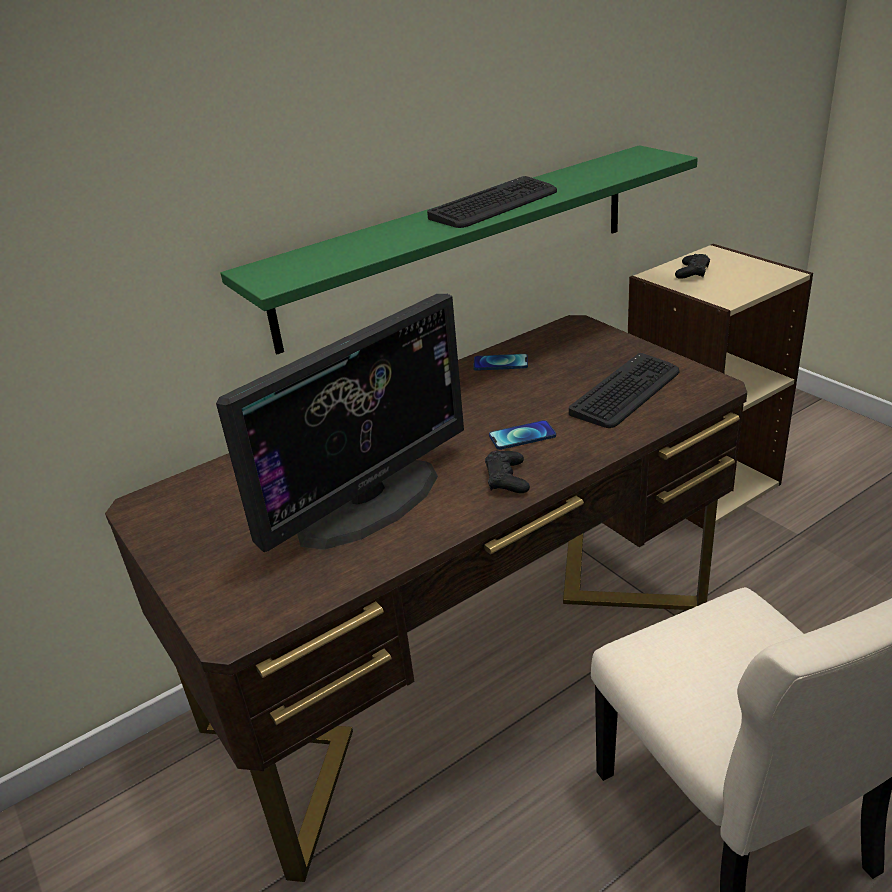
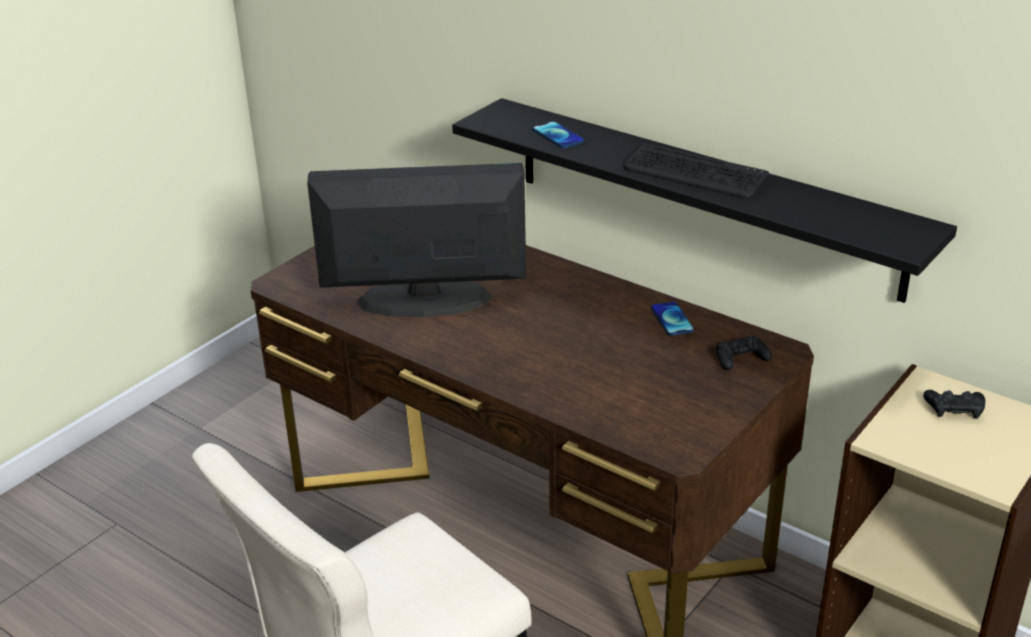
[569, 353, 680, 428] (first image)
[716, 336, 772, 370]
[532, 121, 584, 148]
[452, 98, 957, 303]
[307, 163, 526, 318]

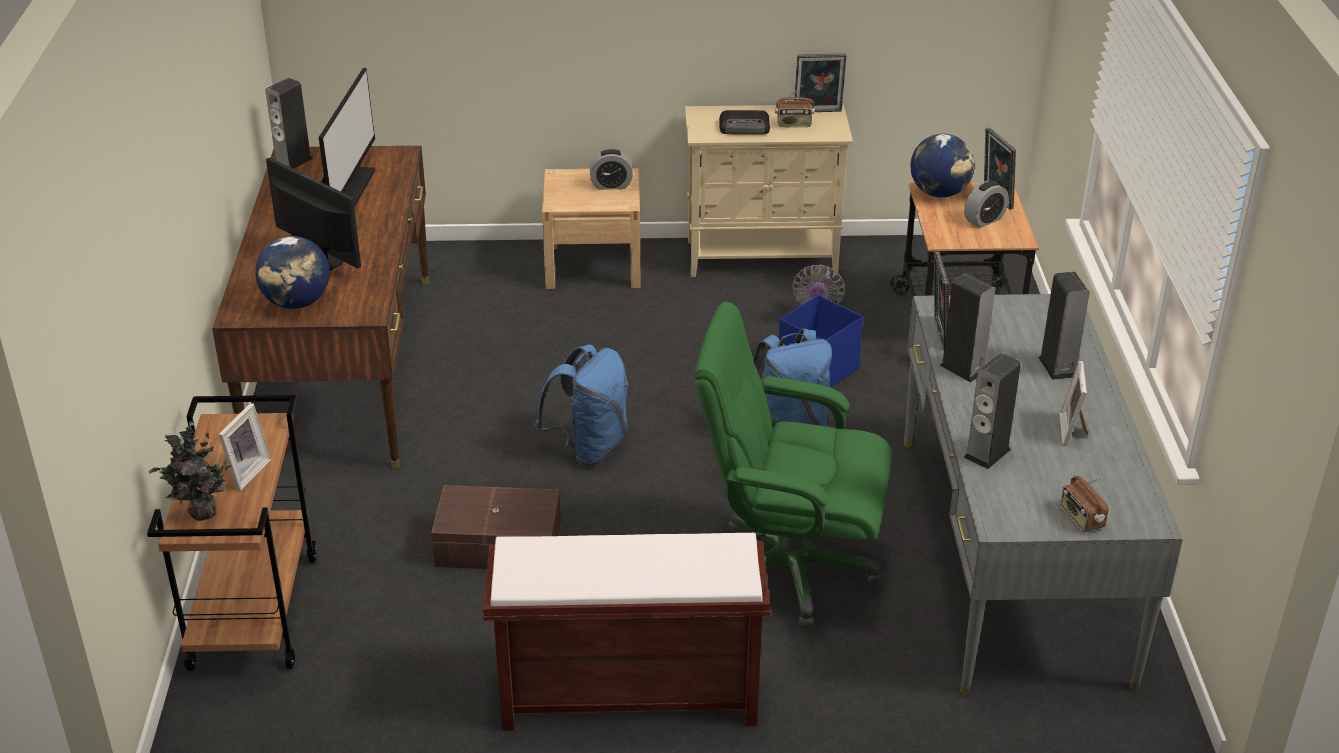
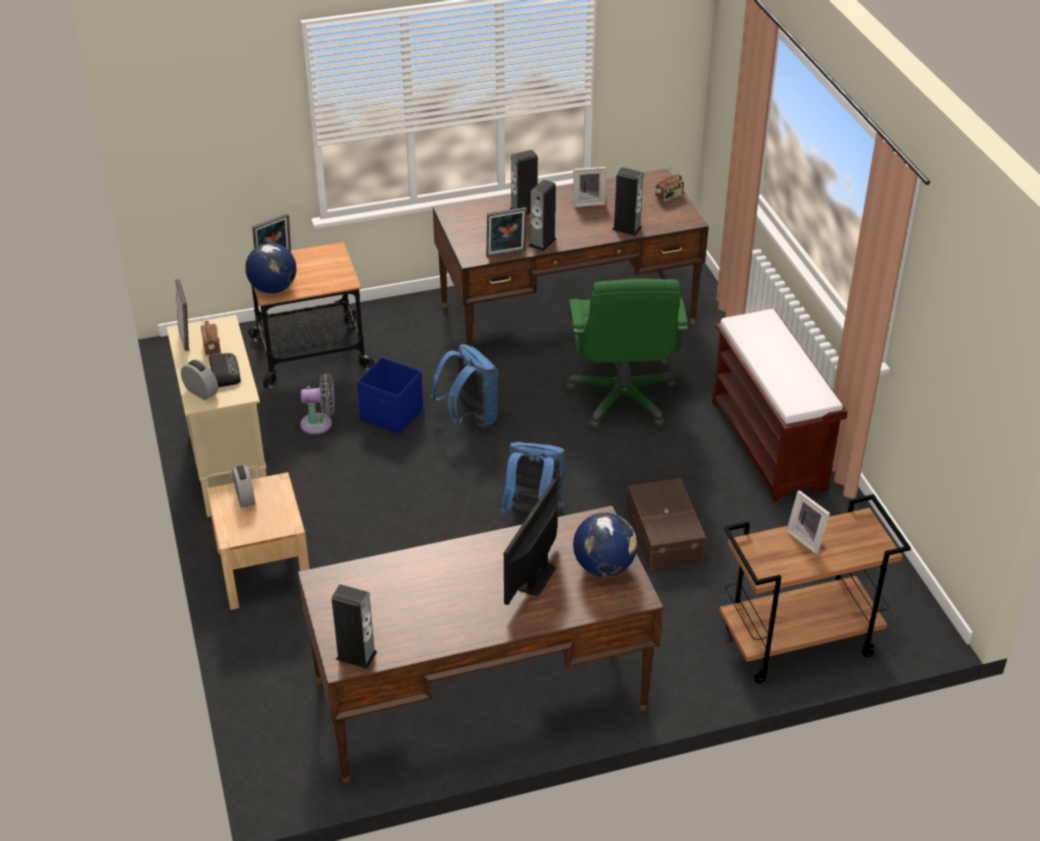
[149, 421, 232, 521] (first image)
[319, 68, 376, 207] (first image)
[181, 359, 218, 400]
[433, 169, 709, 347]
[786, 490, 830, 554]

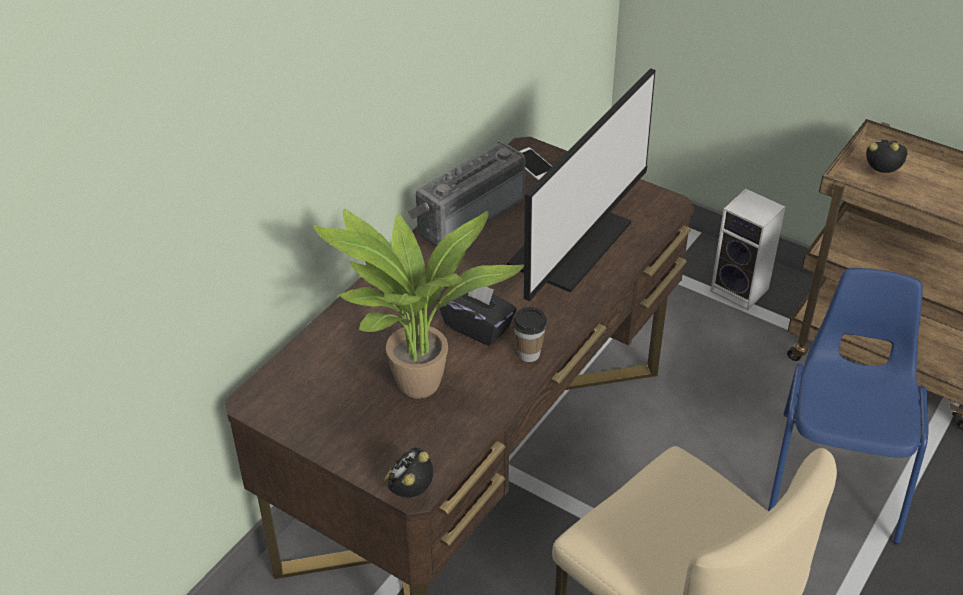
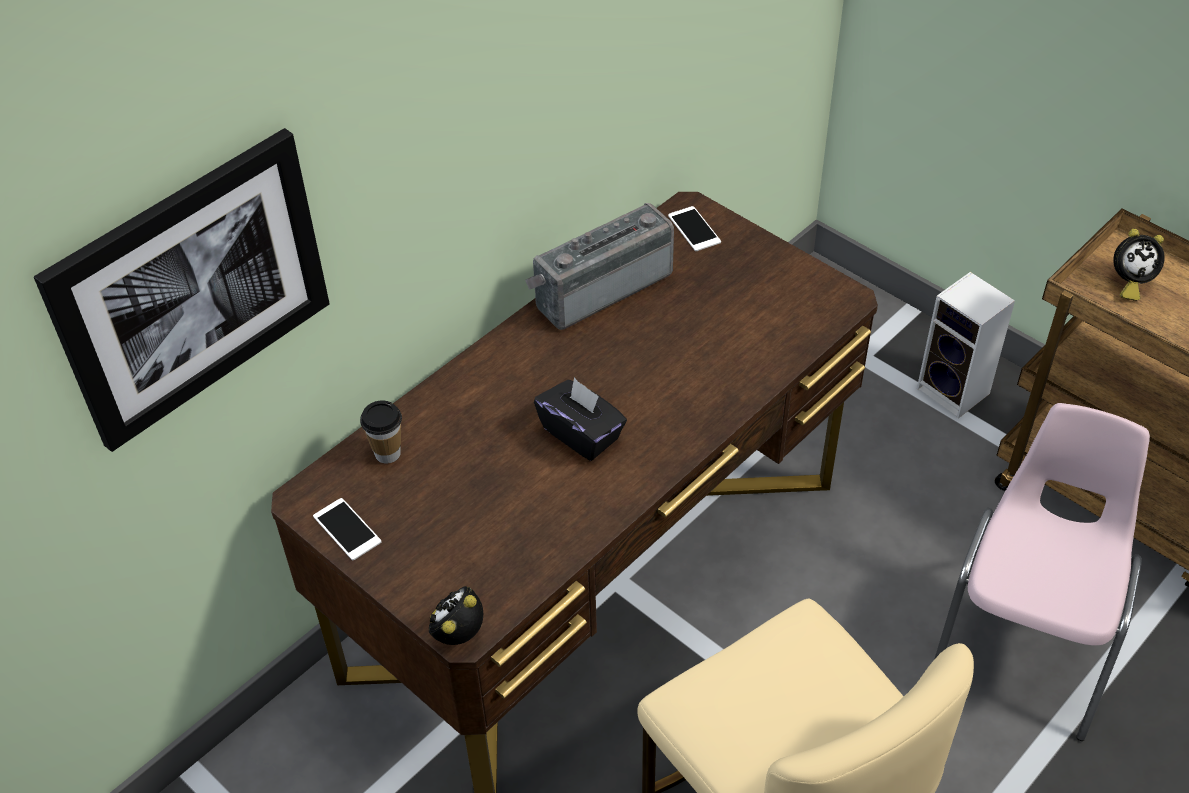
[313, 209, 524, 399] (first image)
[507, 68, 655, 301] (first image)
[34, 128, 330, 452]
[313, 498, 381, 560]
[360, 401, 402, 464]
[934, 403, 1150, 741]
[1113, 229, 1165, 301]

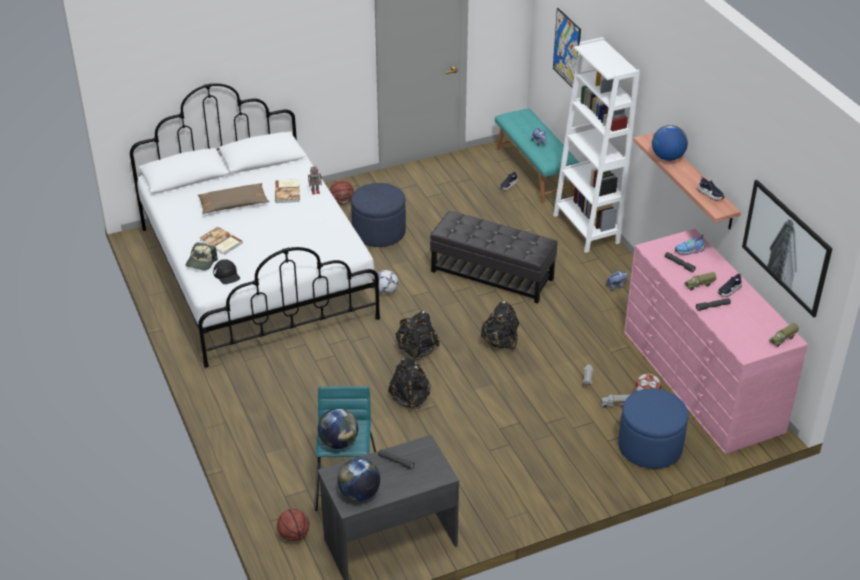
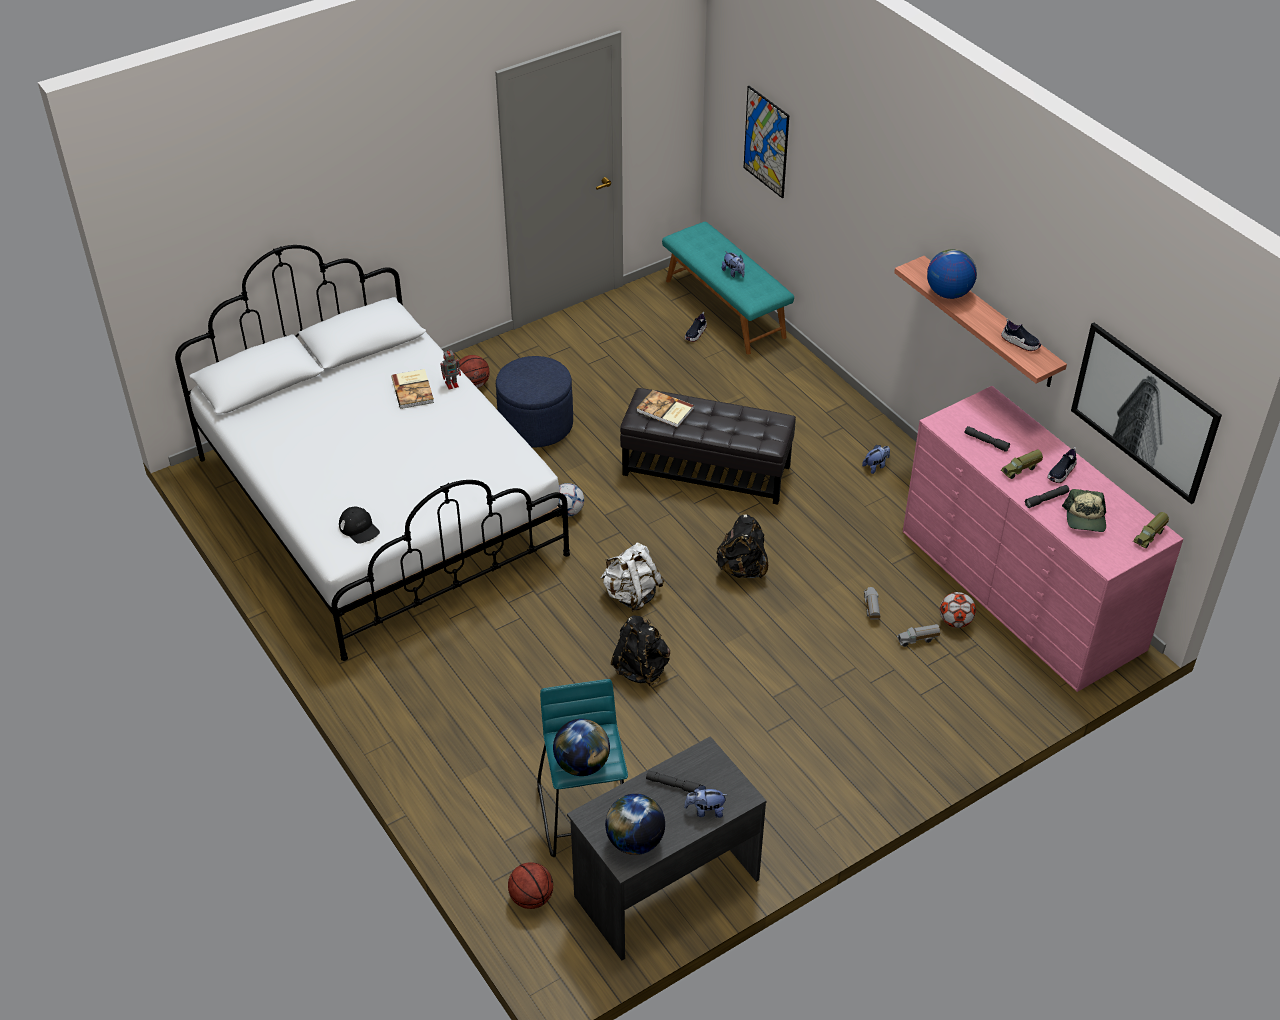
[198, 183, 270, 214] (first image)
[553, 37, 640, 253] (first image)
[618, 389, 689, 469] (first image)
[675, 235, 705, 255] (first image)
[684, 785, 727, 818]
[1062, 489, 1106, 532]
[636, 390, 694, 428]
[601, 543, 664, 611]

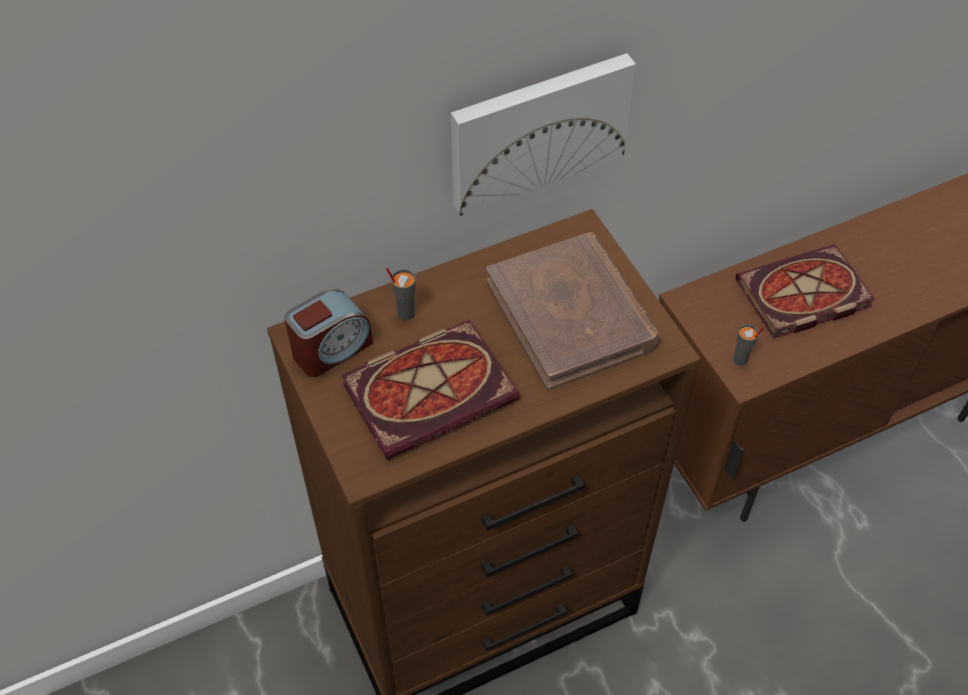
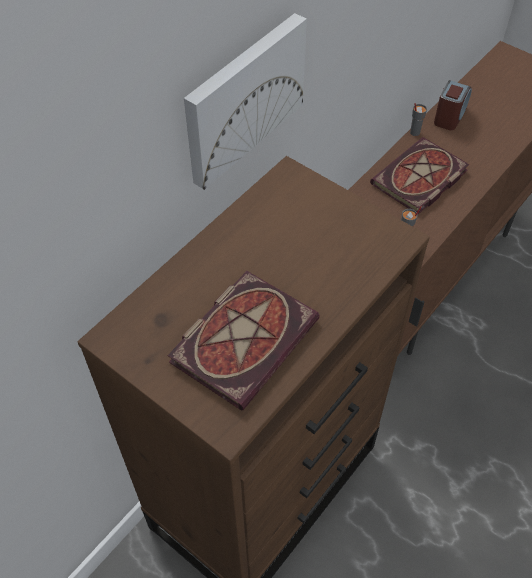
[486, 232, 661, 390] (first image)
[434, 80, 472, 130]
[410, 103, 427, 136]

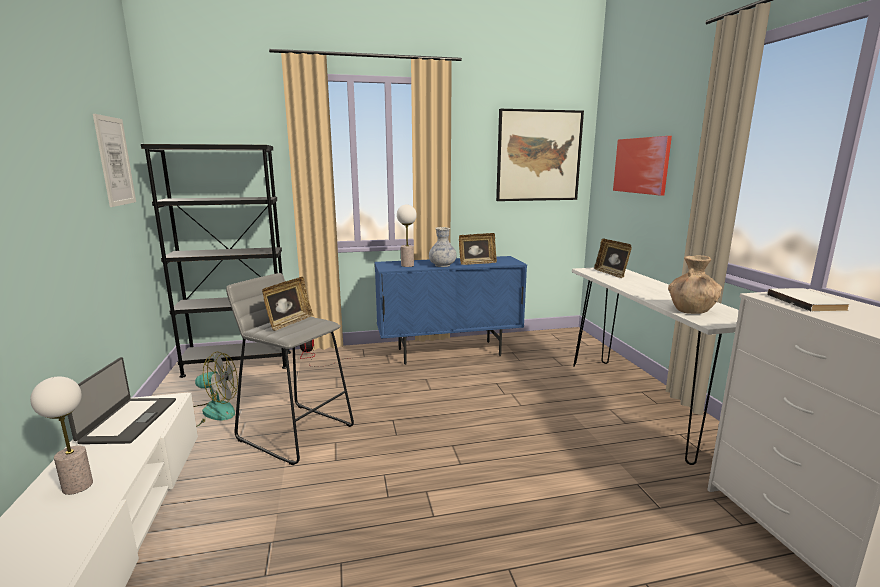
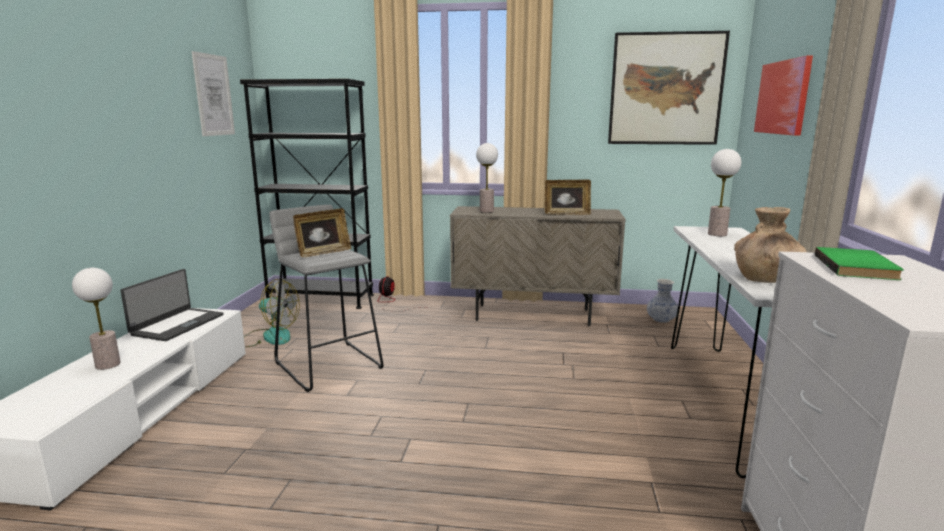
[647, 279, 678, 323]
[708, 149, 741, 236]
[450, 206, 626, 326]
[815, 247, 904, 280]

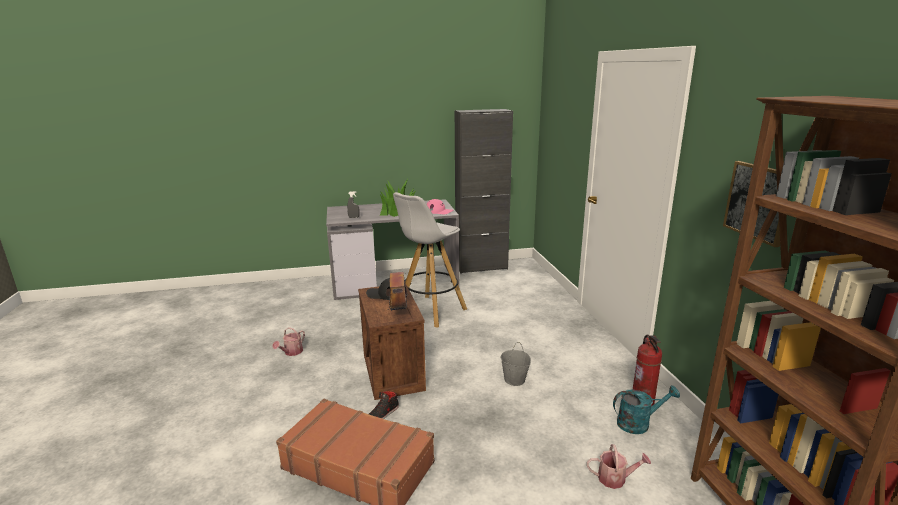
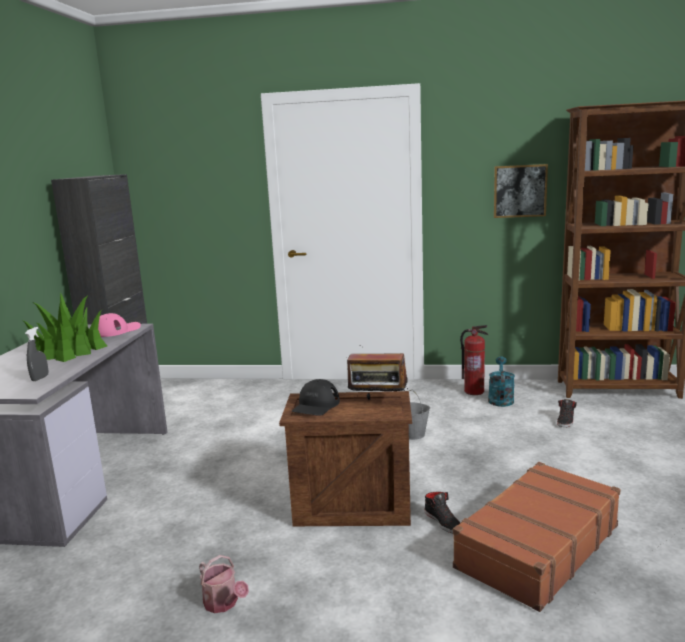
[393, 192, 467, 328] (first image)
[557, 399, 577, 427]

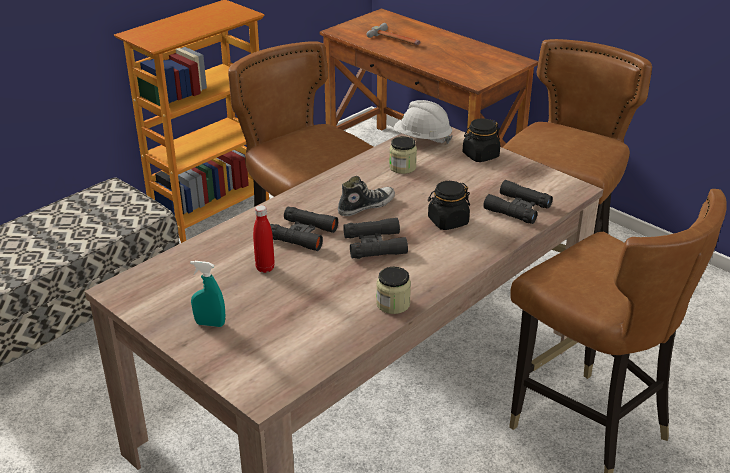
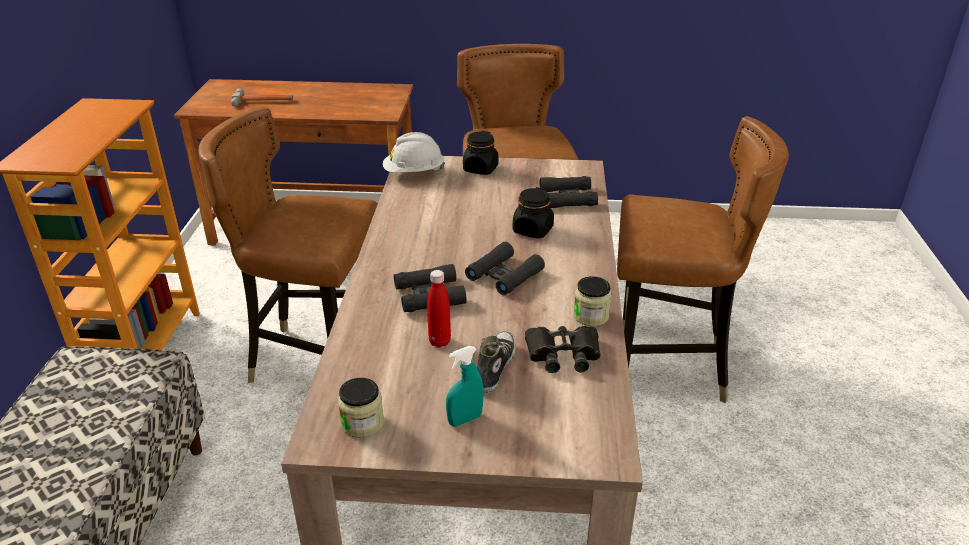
[525, 326, 601, 373]
[477, 331, 516, 394]
[338, 378, 384, 438]

